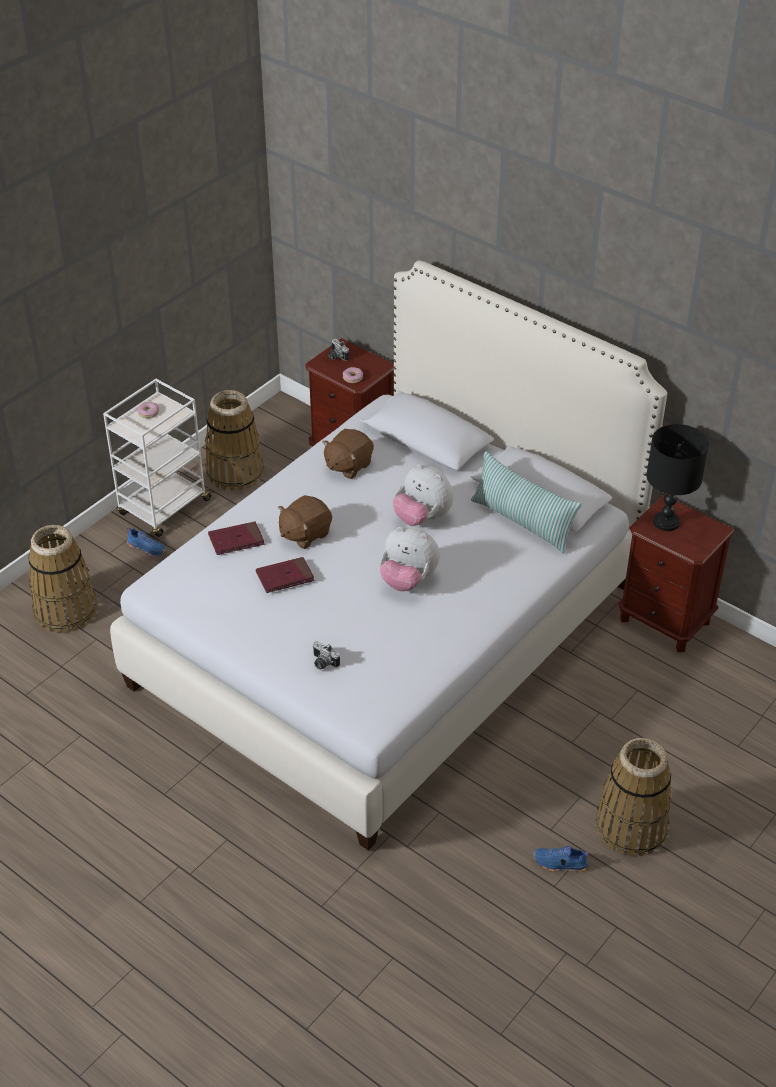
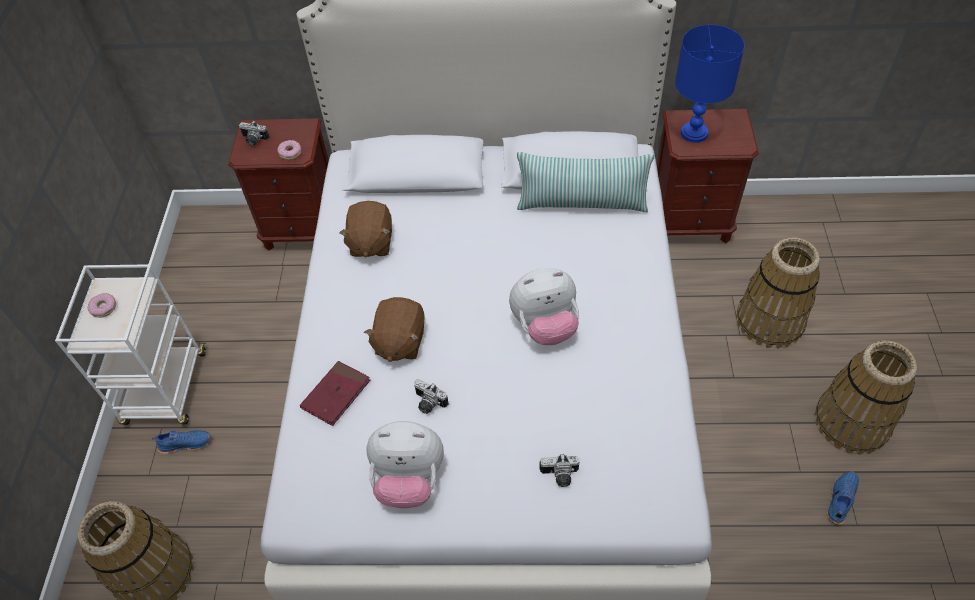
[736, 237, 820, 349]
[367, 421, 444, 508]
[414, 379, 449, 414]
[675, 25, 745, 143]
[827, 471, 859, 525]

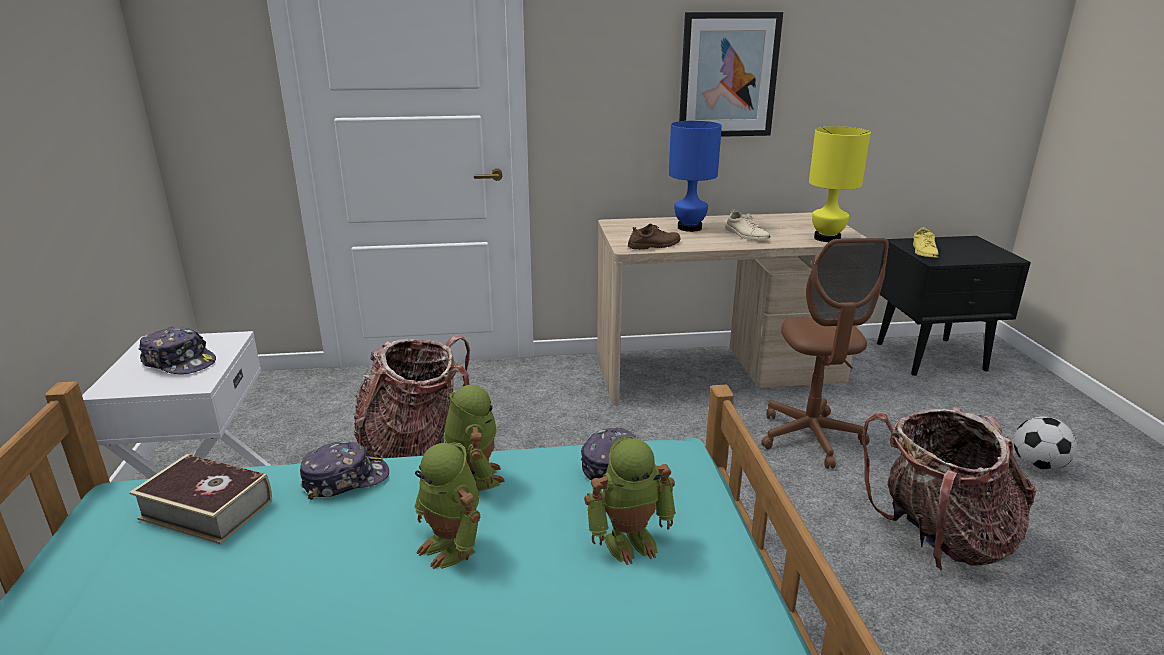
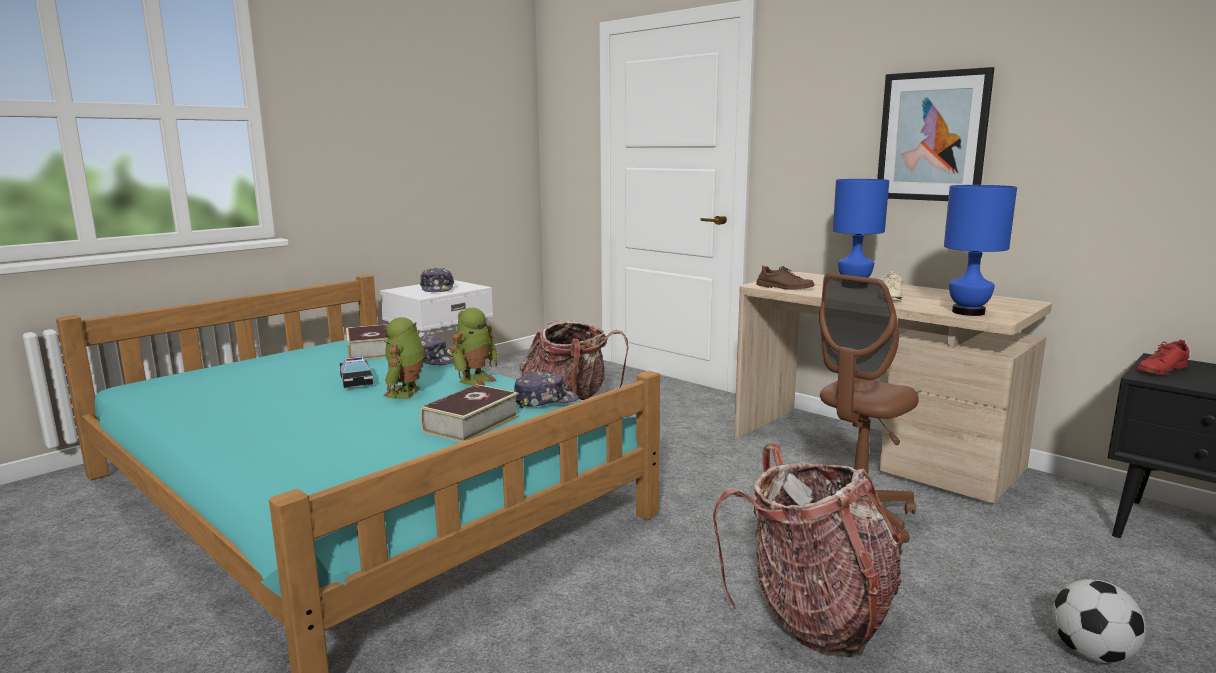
[340, 357, 373, 388]
[420, 384, 519, 442]
[944, 185, 1017, 316]
[1137, 340, 1190, 375]

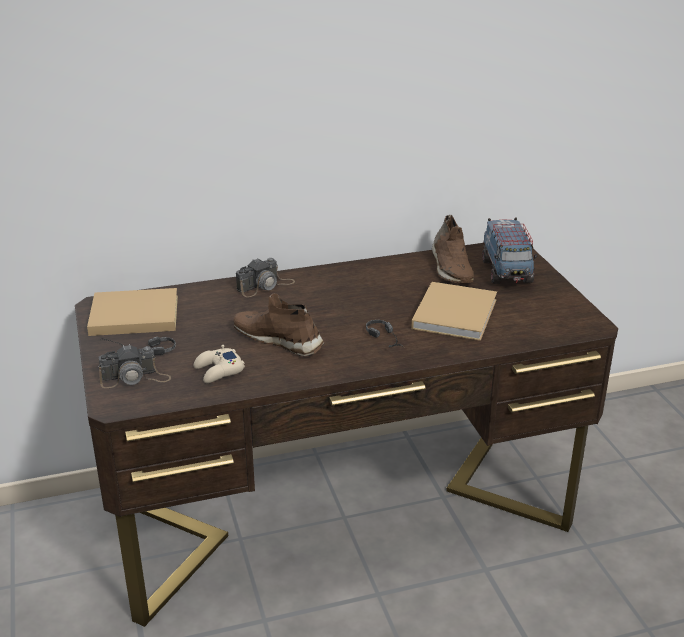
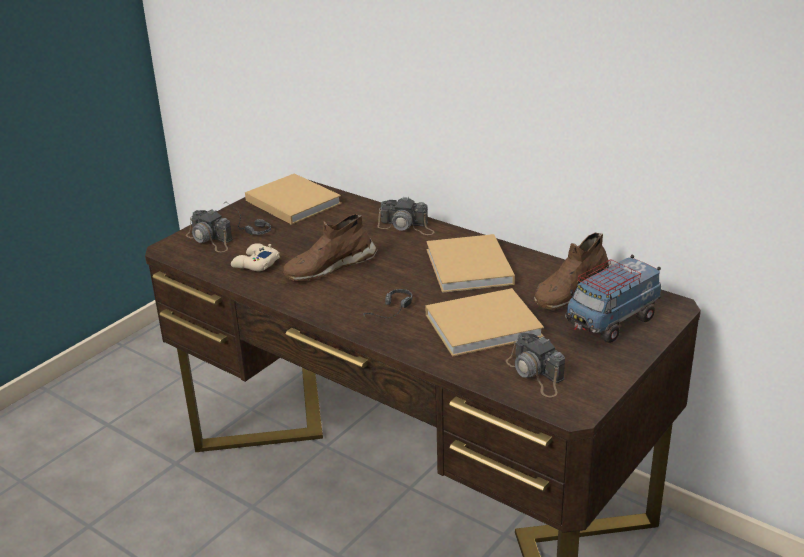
[426, 234, 515, 293]
[506, 332, 565, 397]
[283, 214, 378, 281]

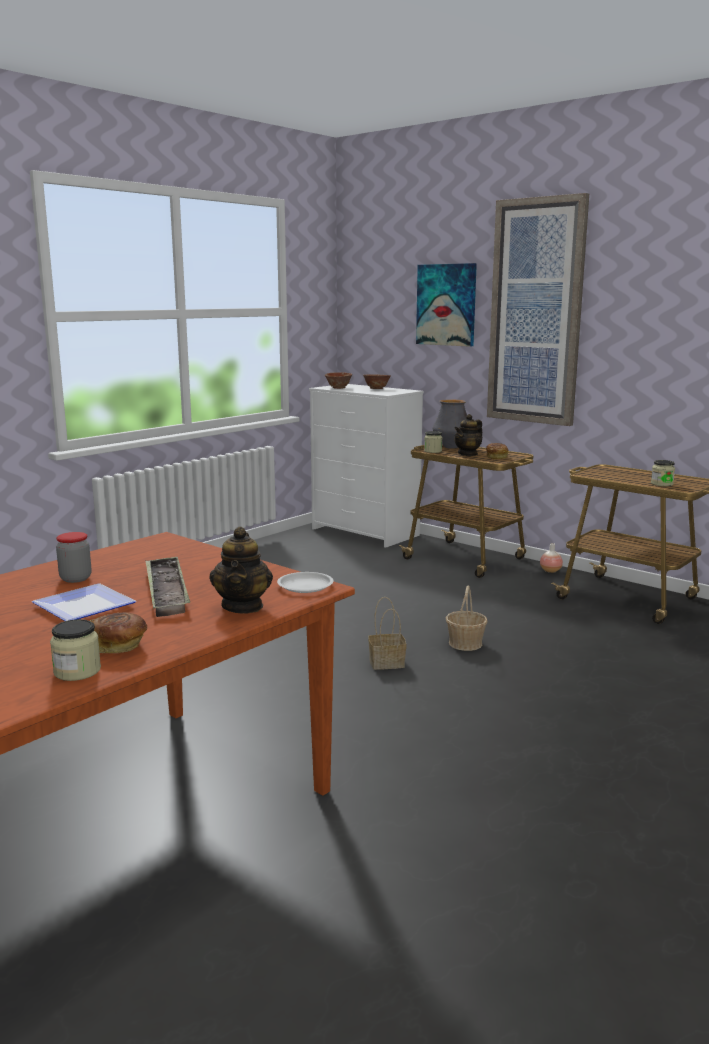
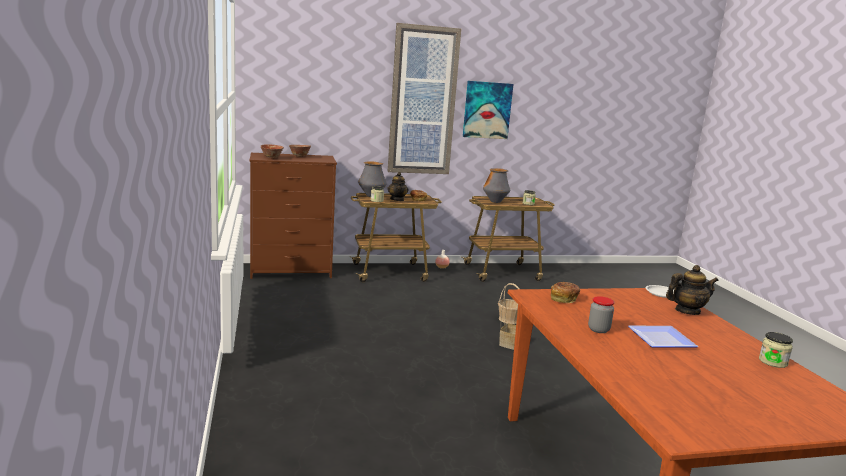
[145, 557, 190, 617] (first image)
[483, 168, 510, 203]
[551, 282, 580, 303]
[463, 81, 513, 139]
[249, 153, 337, 279]
[666, 265, 719, 315]

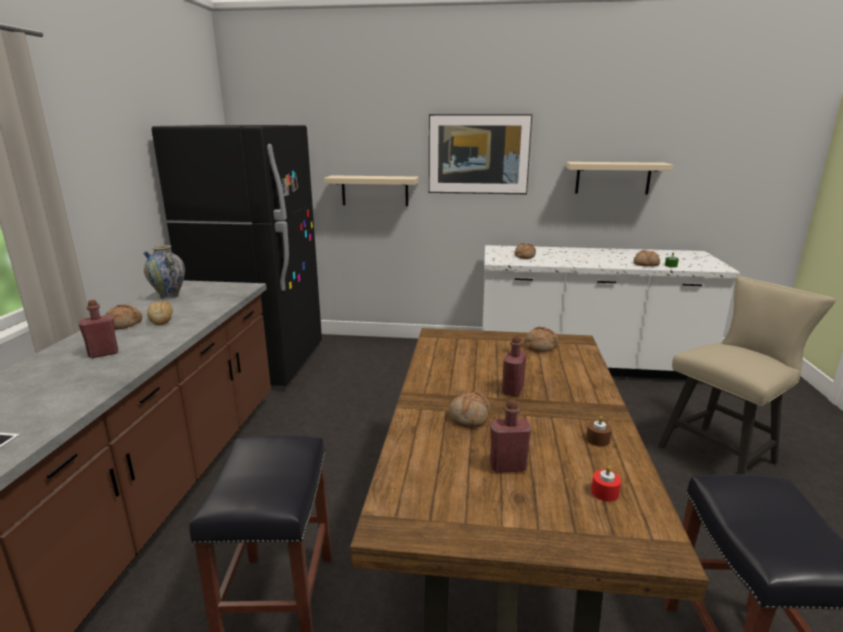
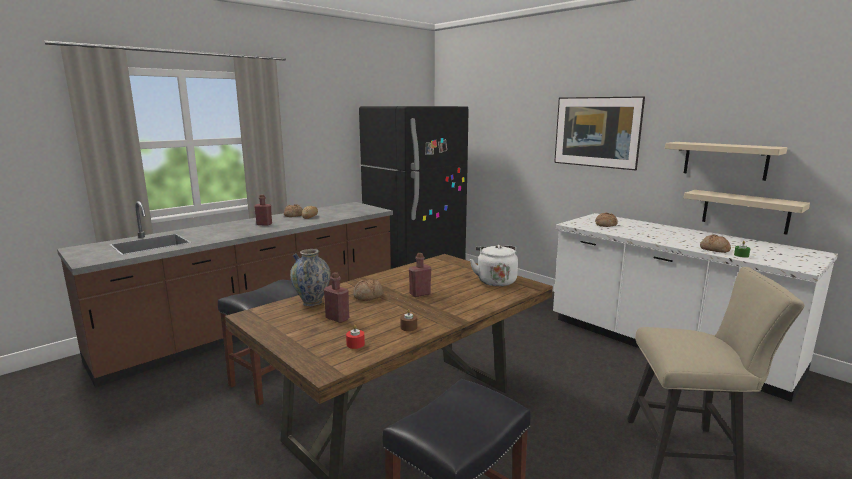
[290, 248, 330, 306]
[684, 190, 810, 235]
[470, 245, 518, 286]

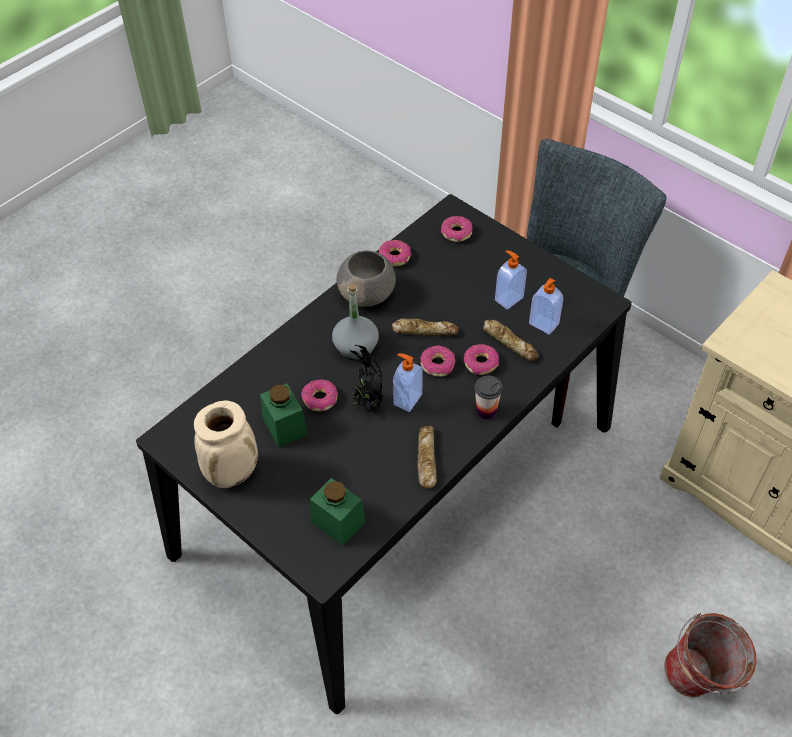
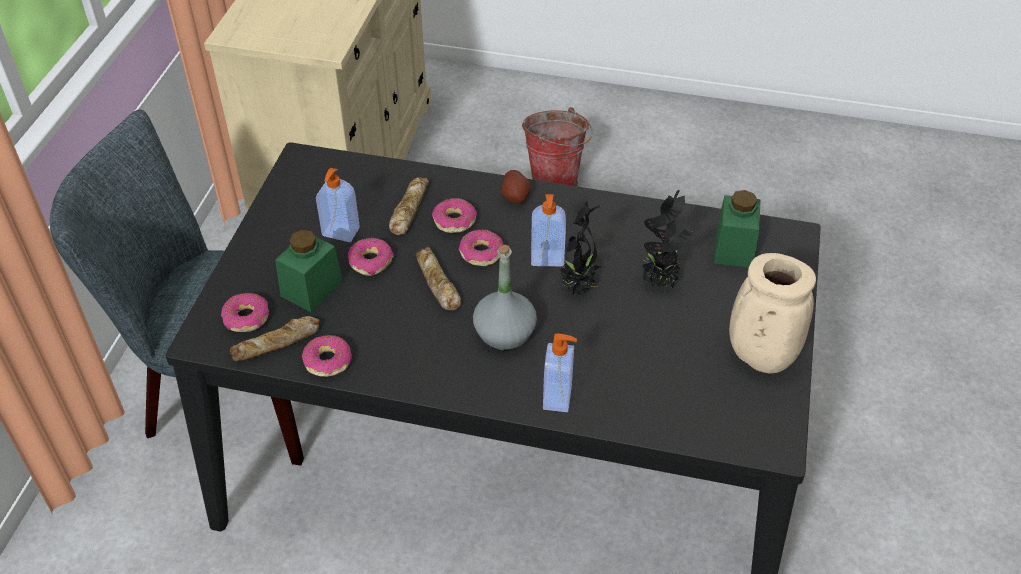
[337, 251, 396, 307] (first image)
[642, 190, 693, 288]
[275, 230, 343, 312]
[348, 238, 394, 276]
[230, 316, 320, 361]
[543, 334, 577, 412]
[502, 170, 531, 203]

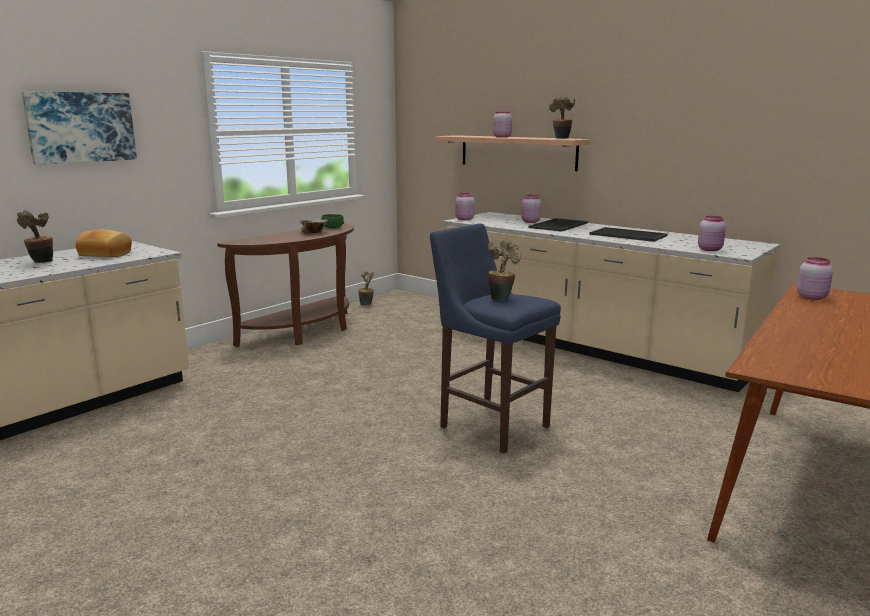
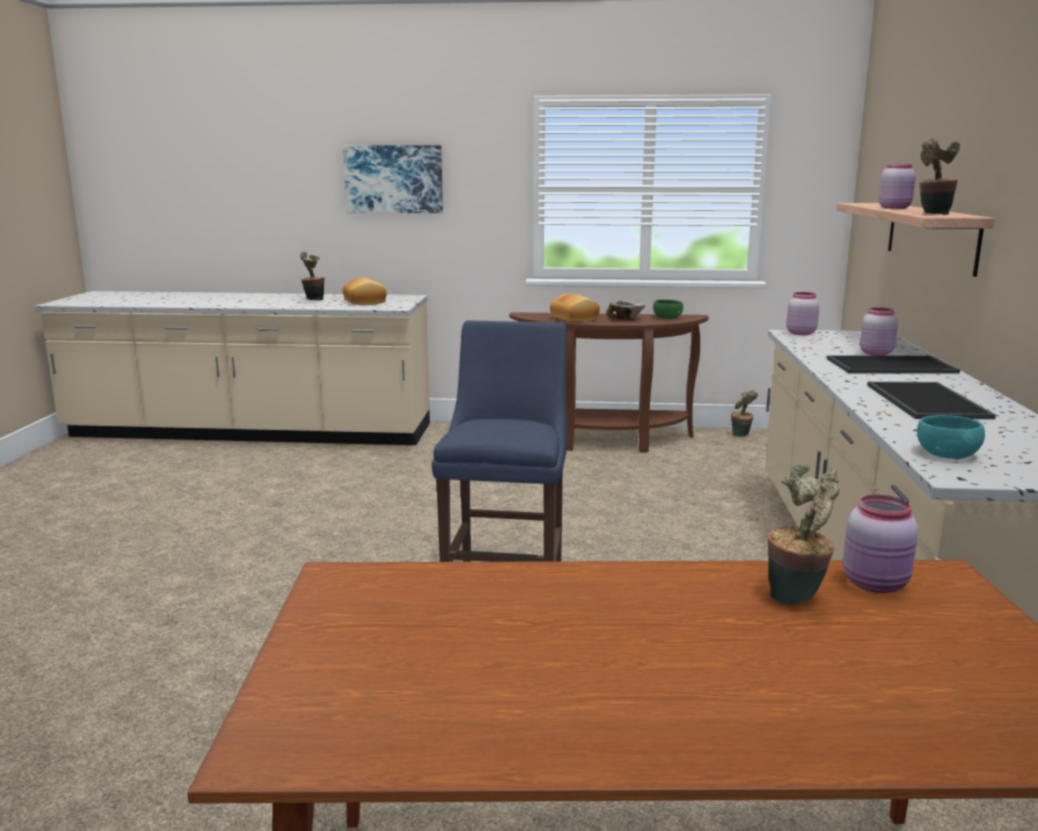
[550, 294, 600, 322]
[768, 463, 839, 605]
[917, 415, 985, 459]

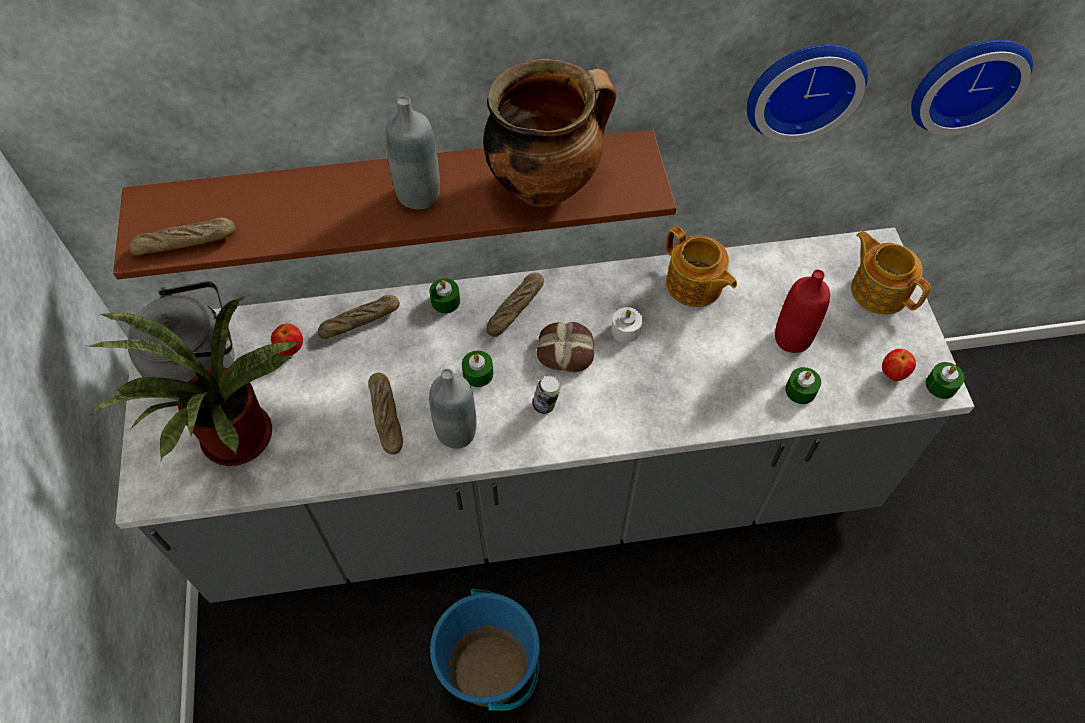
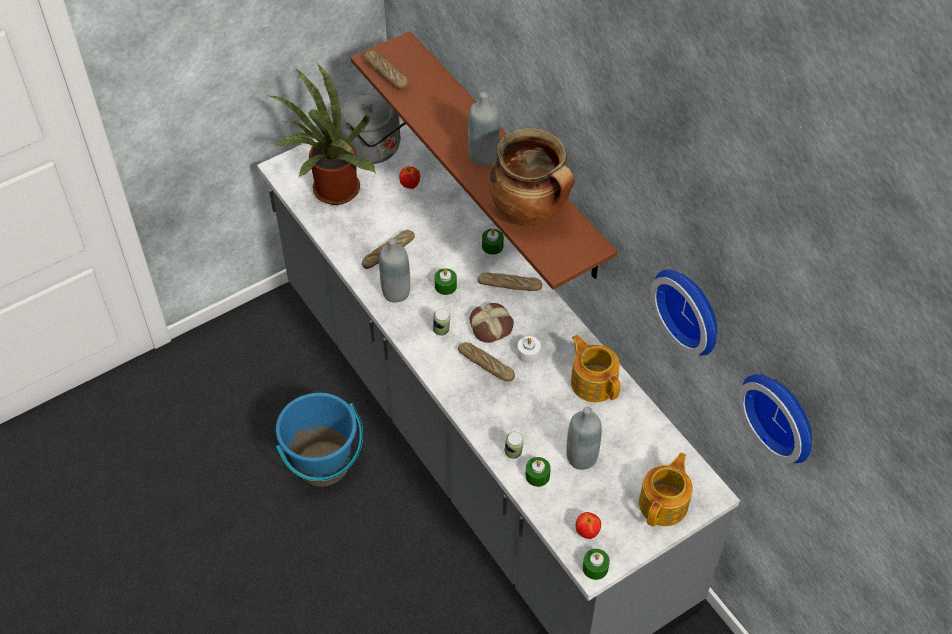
[504, 432, 524, 459]
[458, 342, 515, 381]
[566, 406, 602, 470]
[571, 335, 621, 402]

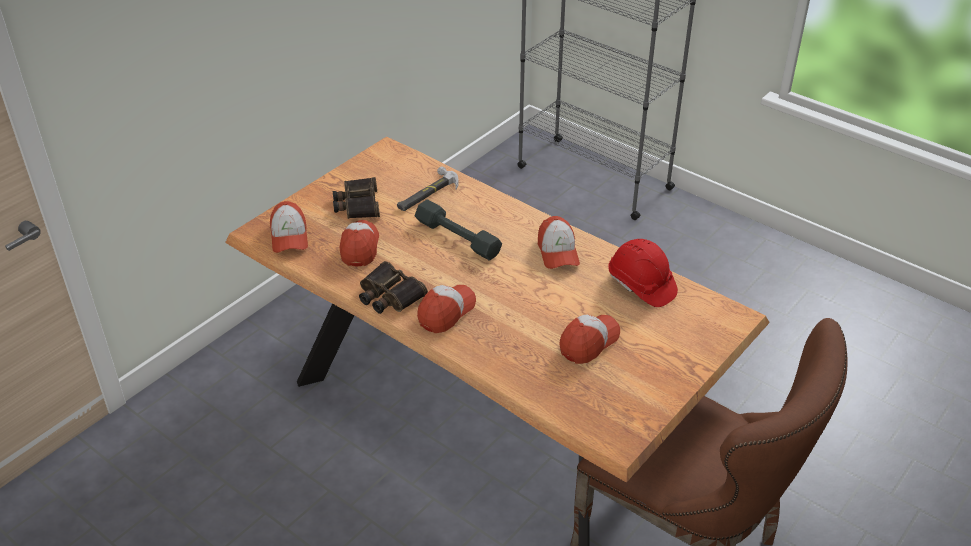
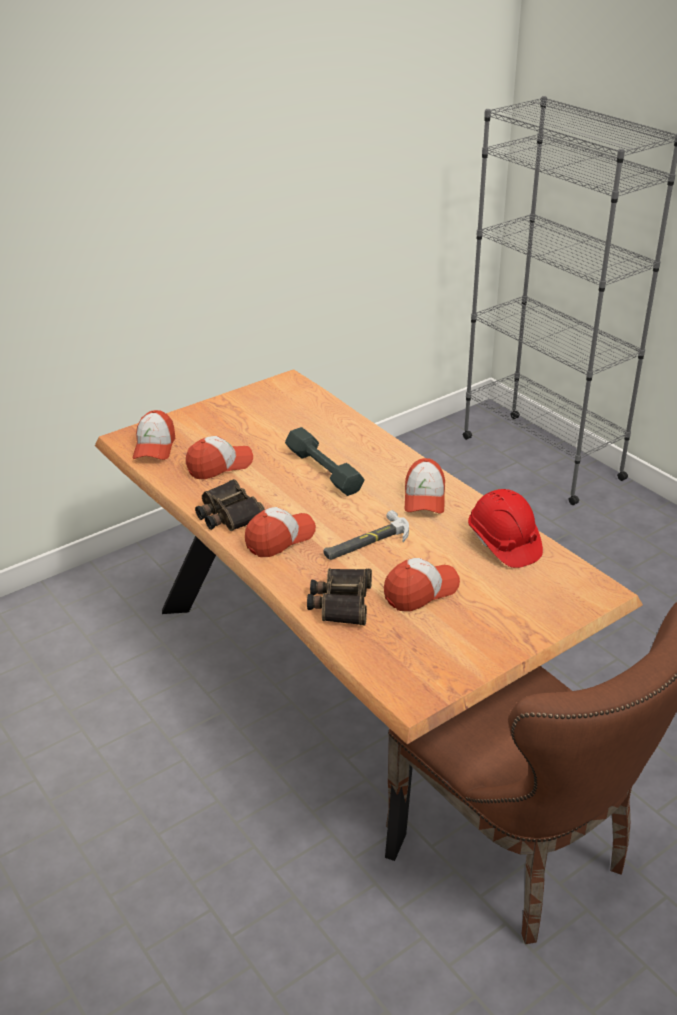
[307, 568, 372, 625]
[323, 510, 409, 560]
[186, 436, 253, 480]

